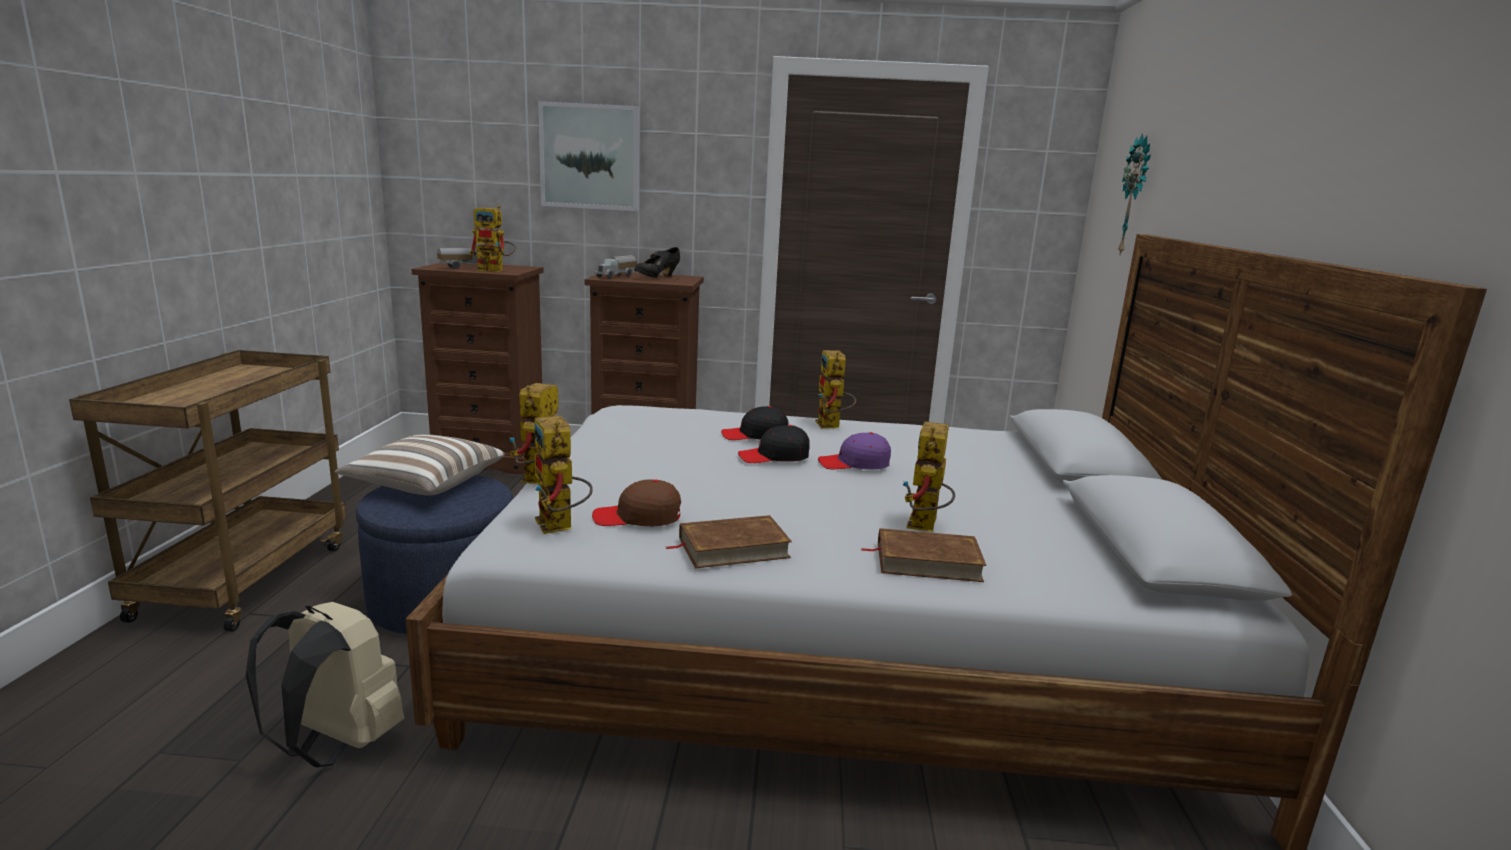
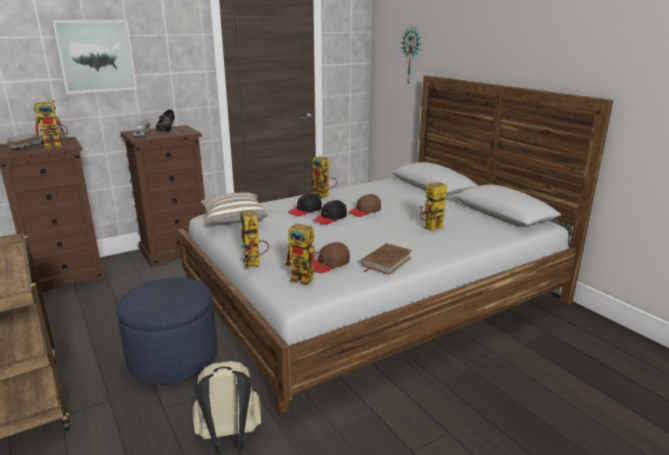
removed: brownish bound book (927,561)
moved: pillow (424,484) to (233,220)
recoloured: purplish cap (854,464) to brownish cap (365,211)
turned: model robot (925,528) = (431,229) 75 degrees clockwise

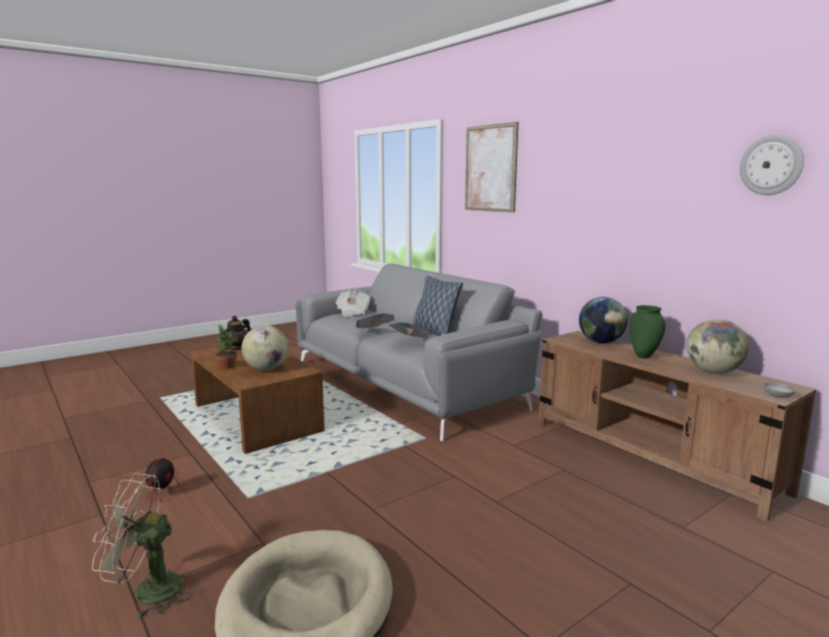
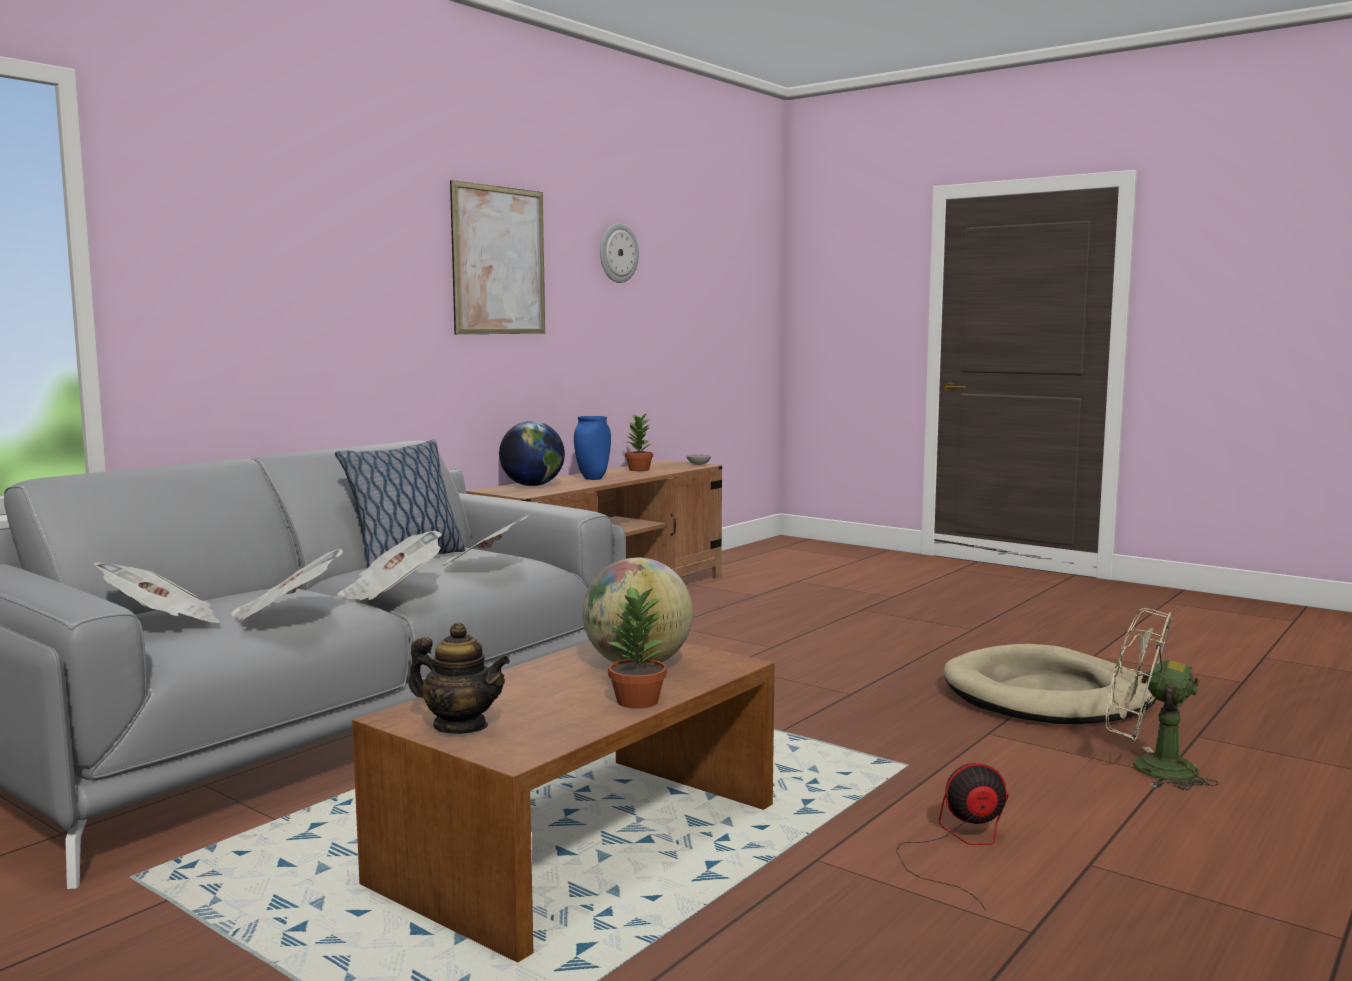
added: daily paper (286,614)
moved: wall art (490,168) to (499,260)
replaced: desk globe (713,372) to houseplant (639,470)
recoloured: greenish flower vase (643,356) to blue flower vase (593,479)
turned: beige-coloured cooling fan (147,591) = (1149,768) 135 degrees clockwise

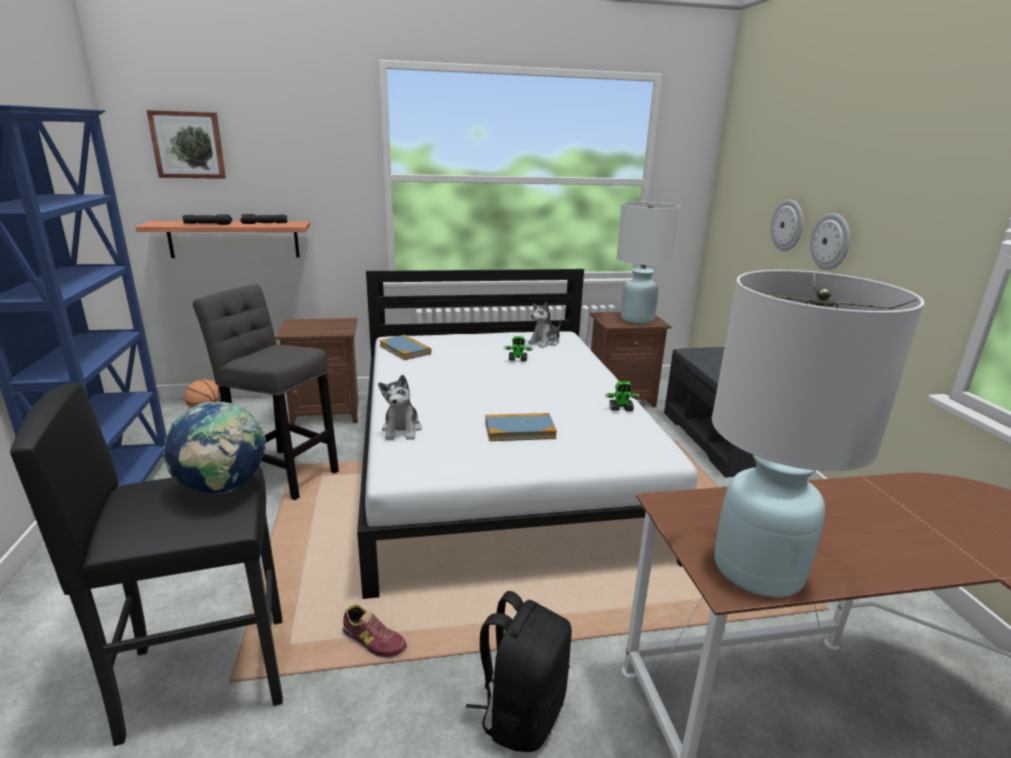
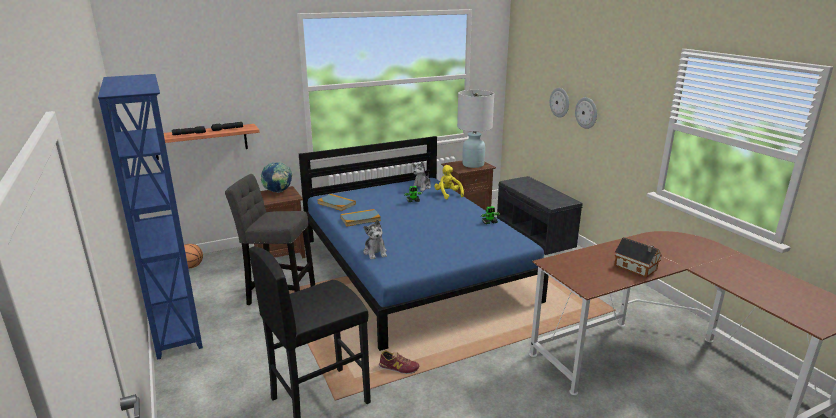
removed: wall art (188,145); black knapsack (521,712); white tabletop lamp (758,569)
added: yellow-coloured plush toy (448,194); toy house (636,268)
moved: desk globe (223,489) to (278,192); bound book (520,430) to (360,219)
recoloured: white sleeping bed (499,464) to blue sleeping bed (413,268)

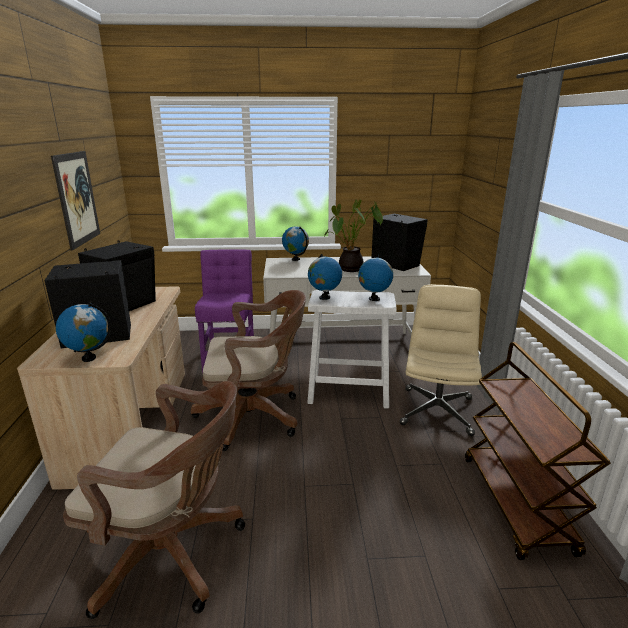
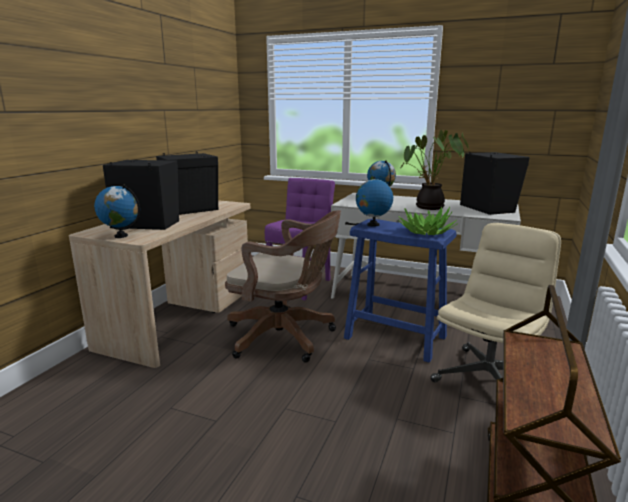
removed: wall art (77,199); brownish office chair (173,553)
replaced: desk globe (374,299) to houseplant (426,232)
recoloured: white stool seat (348,391) to blue stool seat (394,337)

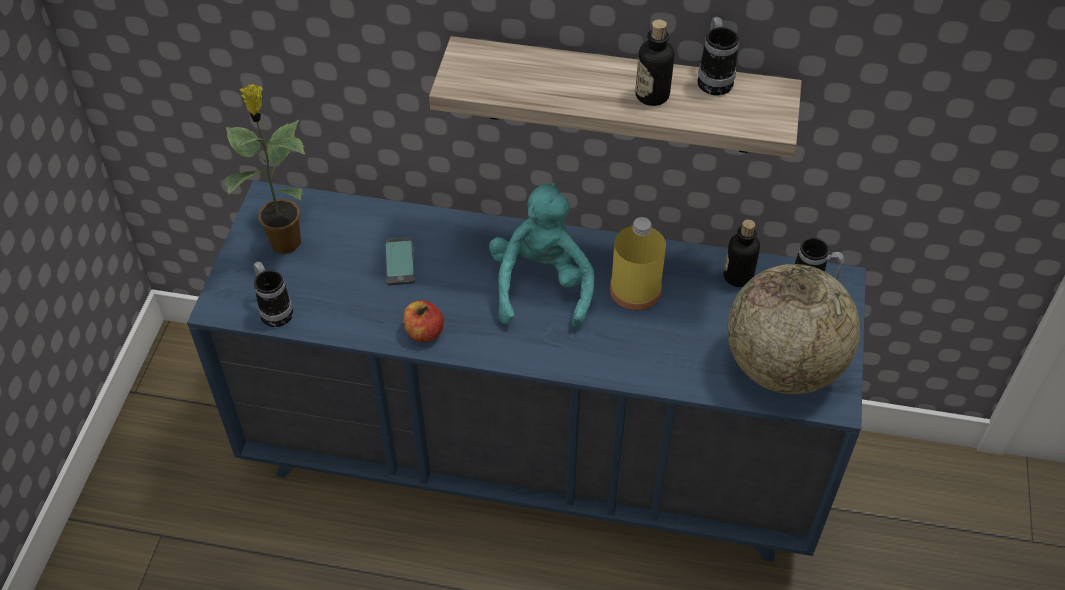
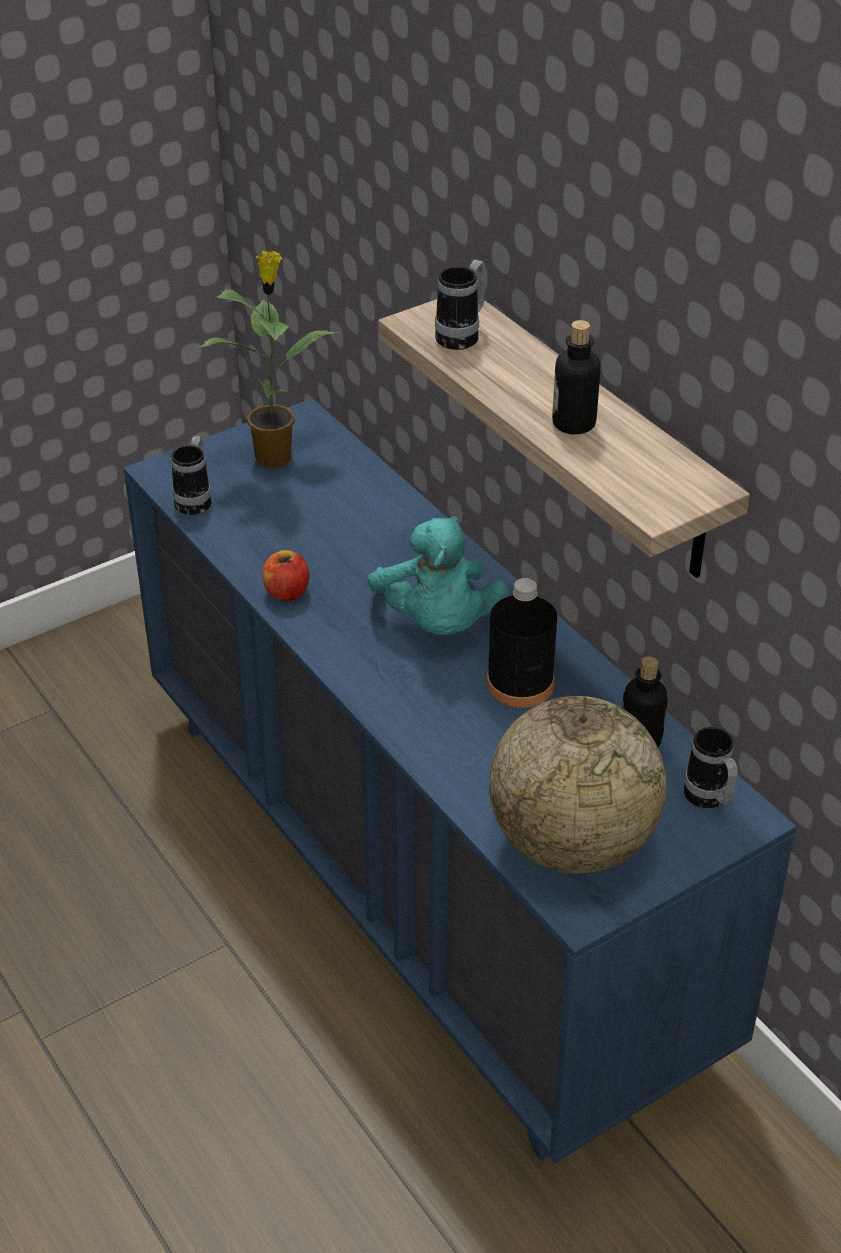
removed: phone (400,262)
moved: coffee mug (714,79) to (462,335)
recoloured: yellow-coloured bottle (635,290) to black bottle (520,684)
turned: blue-green plush toy (541,285) = (438,624) 120 degrees clockwise

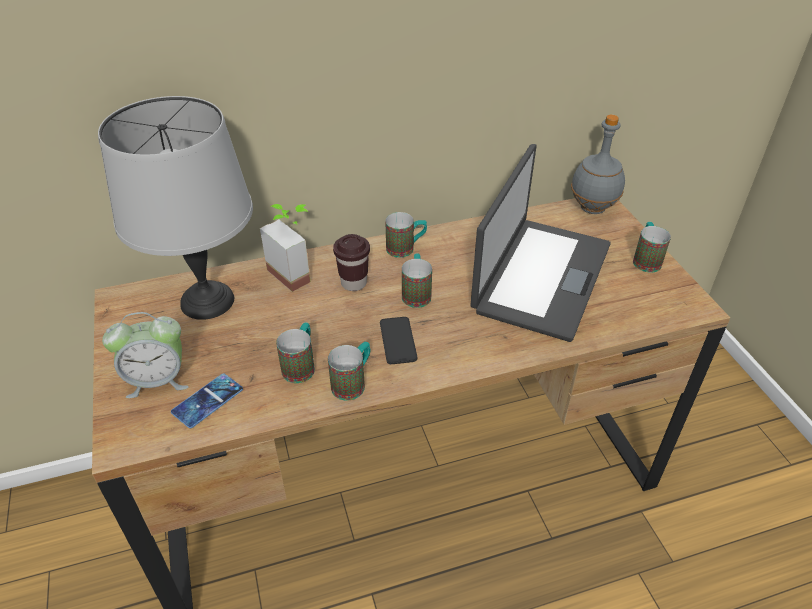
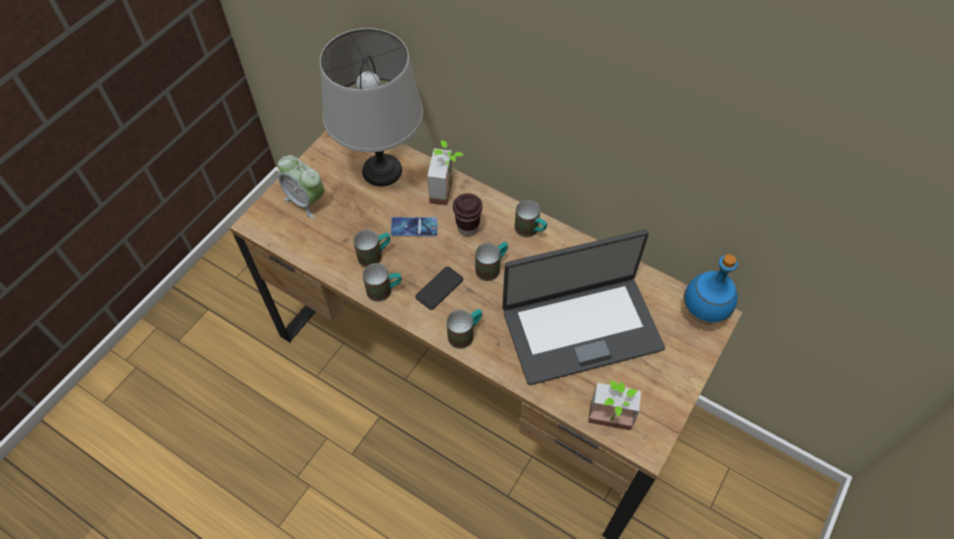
added: houseplant (609,425)
moved: phone (207,401) to (414,227); coffee mug (645,259) to (465,334)
recoloured: gray bottle (593,208) to blue bottle (703,313)

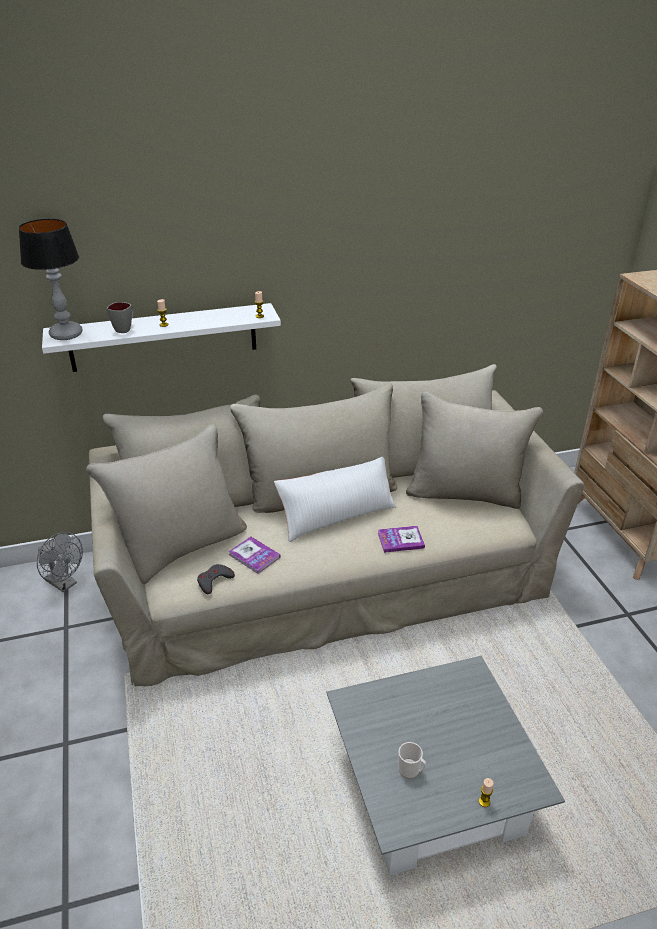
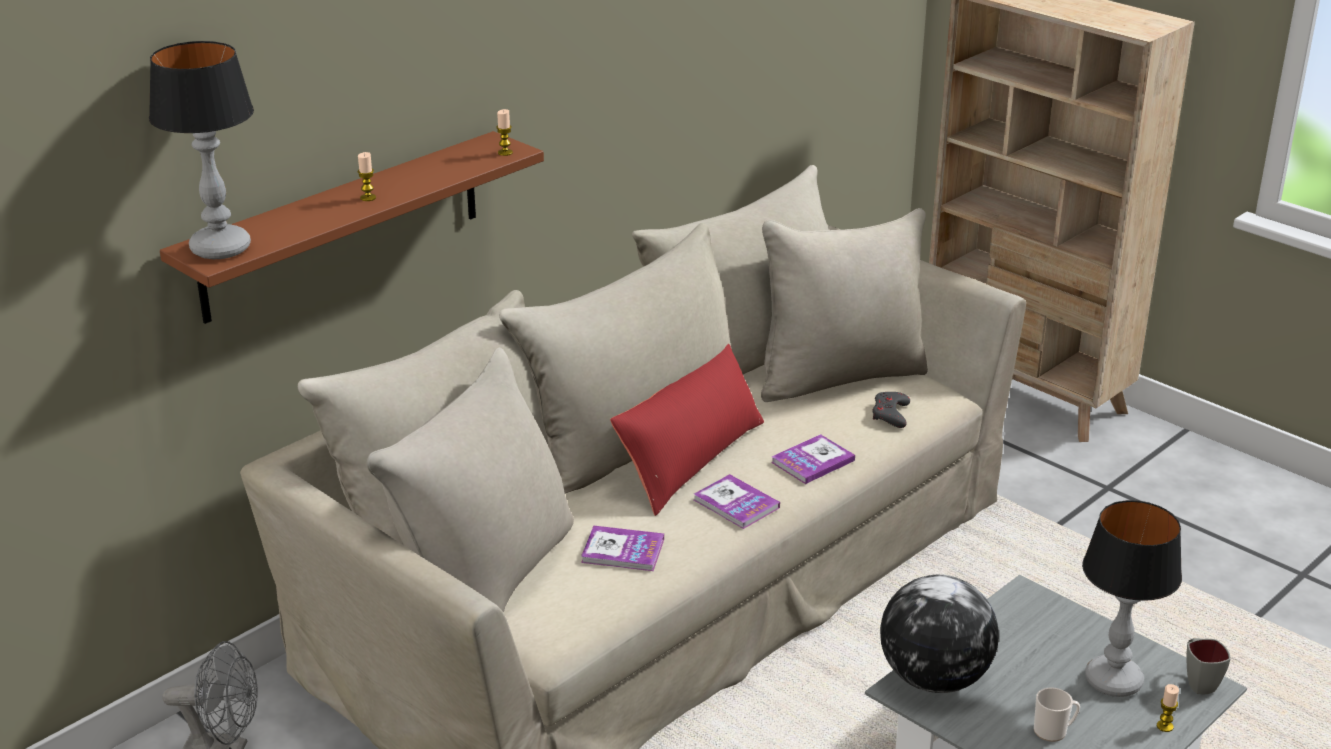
added: bound book (736,504); desk globe (933,679); tabletop lamp (1112,682)
moved: gray coffee mug (125,328) to (1198,682); gray gamepad (214,581) to (890,414)
recoloured: white wall shelf (164,337) to brownish wall shelf (342,226); white pillow (337,516) to red pillow (690,460)

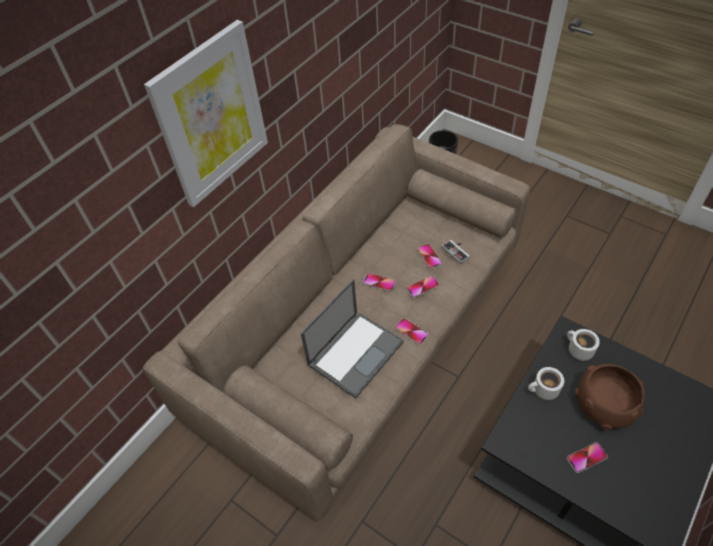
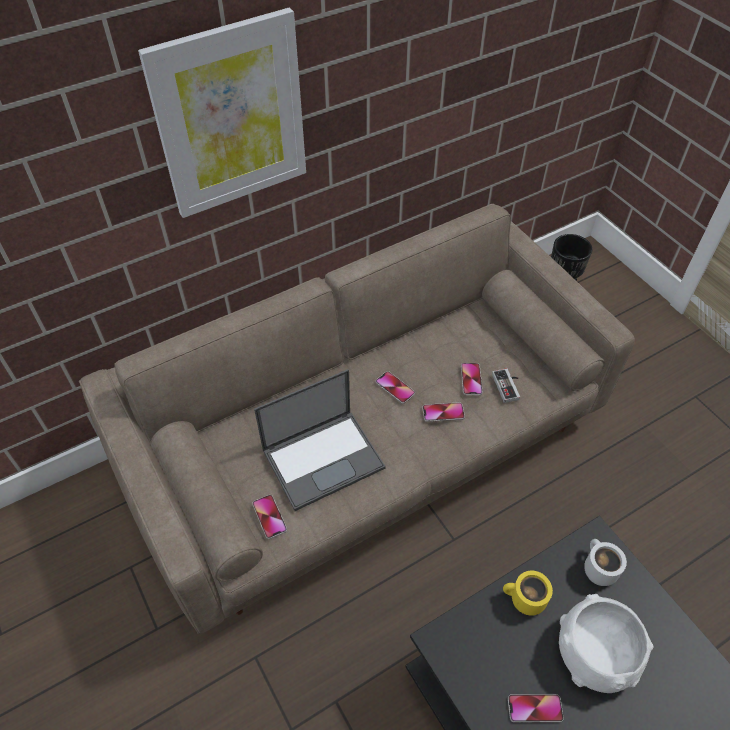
moved: phone (411,332) to (269,517)
recoloured: white coffee mug (543,391) to yellow-coloured coffee mug (524,601); brownish serving bowl (604,404) to white serving bowl (595,651)

